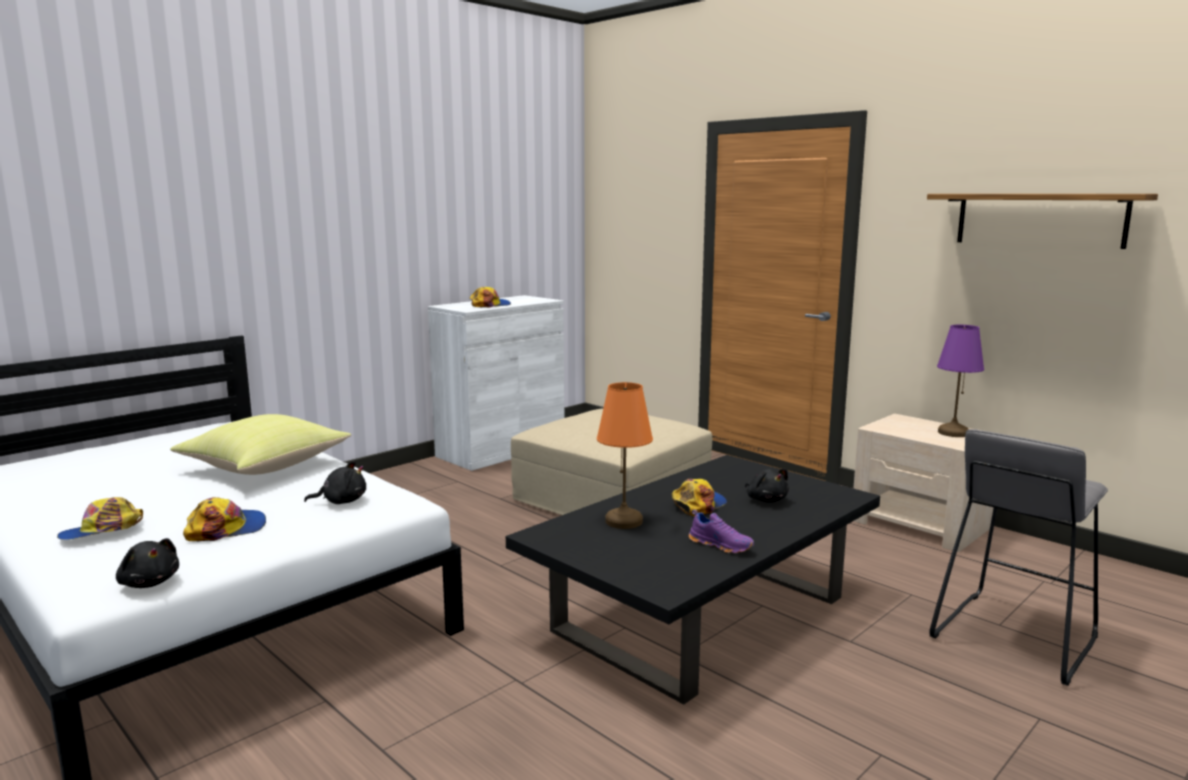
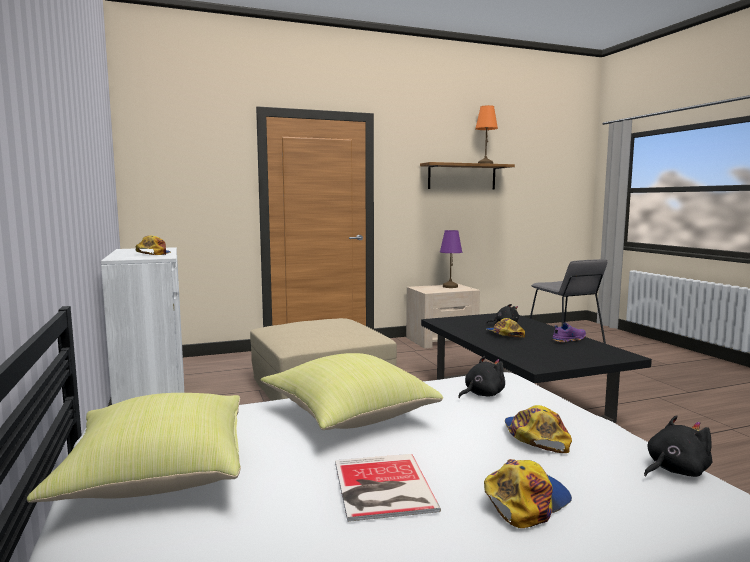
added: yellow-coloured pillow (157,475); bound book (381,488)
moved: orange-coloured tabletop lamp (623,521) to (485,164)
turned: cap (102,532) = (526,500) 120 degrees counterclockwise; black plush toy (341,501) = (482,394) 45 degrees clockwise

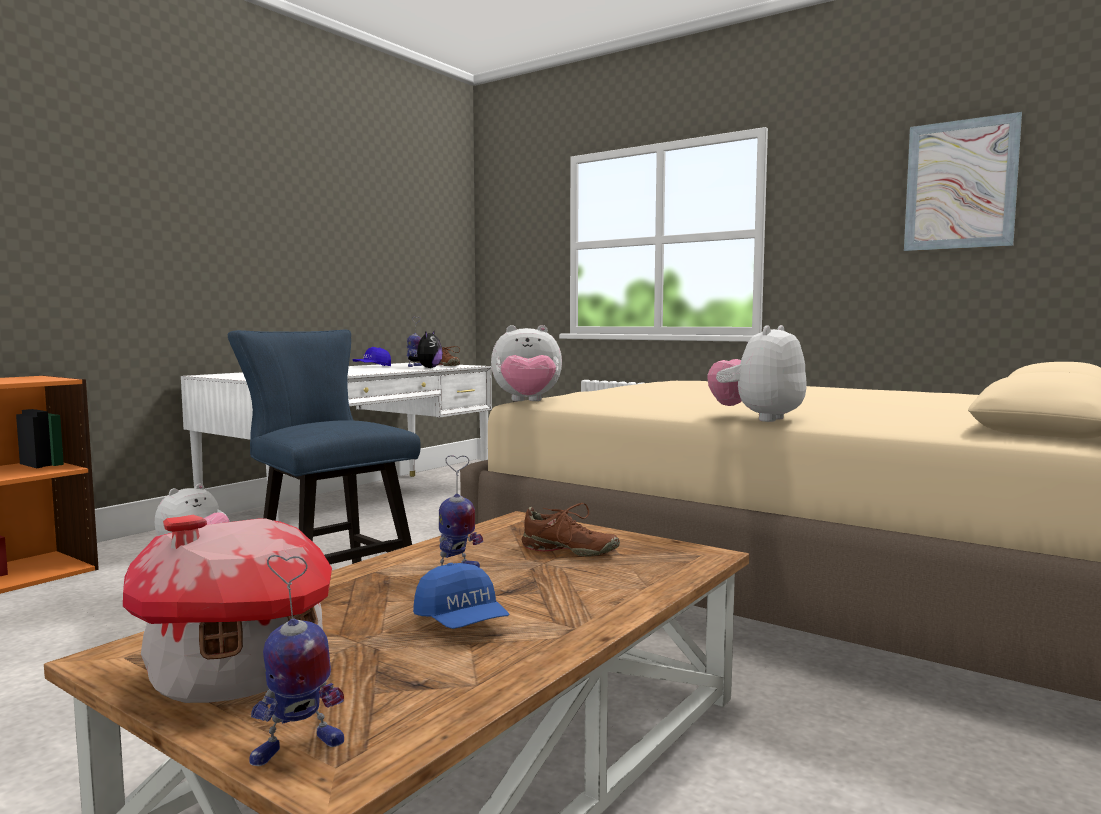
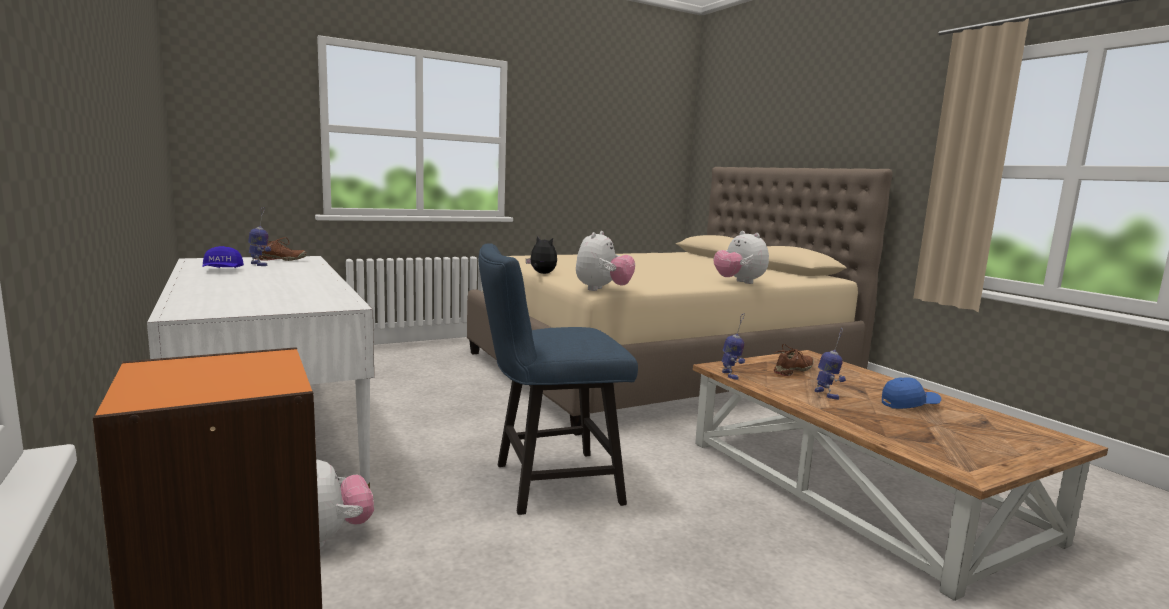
removed: toy house (239,673); wall art (960,185)
moved: model robot (296,749) to (731,375); plush toy (428,368) to (541,274)

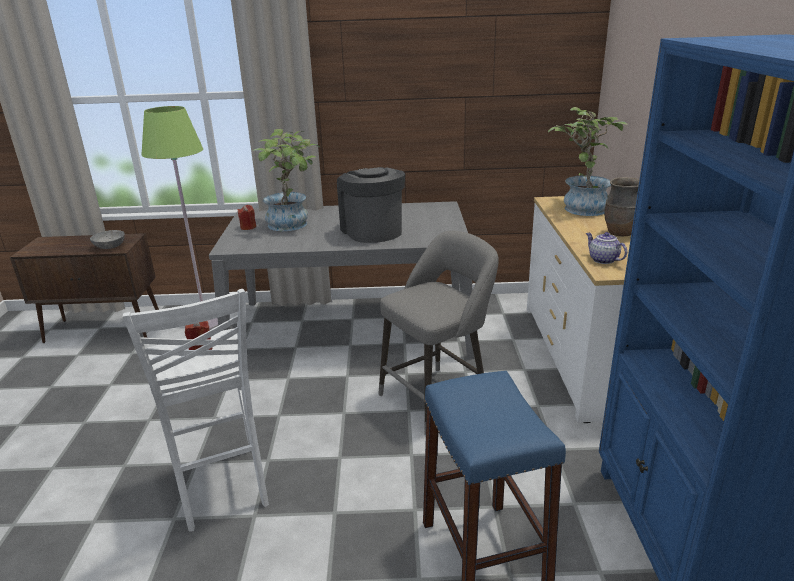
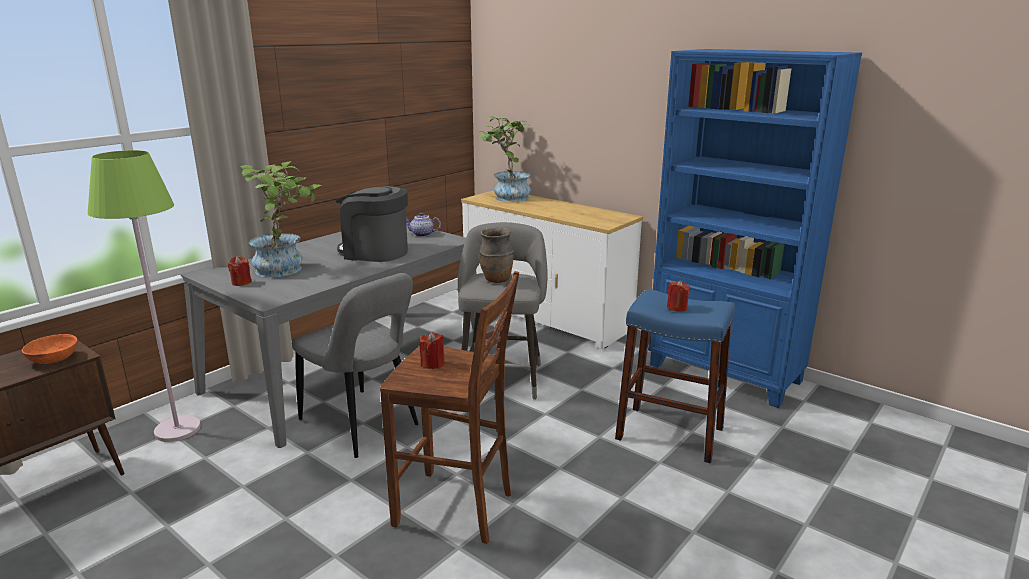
added: gray plain chair (362,425); red candle (677,308)
moved: teapot (602,260) to (422,234); brownish flower vase (620,233) to (496,280)
recoloured: gray serving bowl (110,246) to orange-coloured serving bowl (53,359); white stool seat (221,488) to brownish stool seat (457,509)

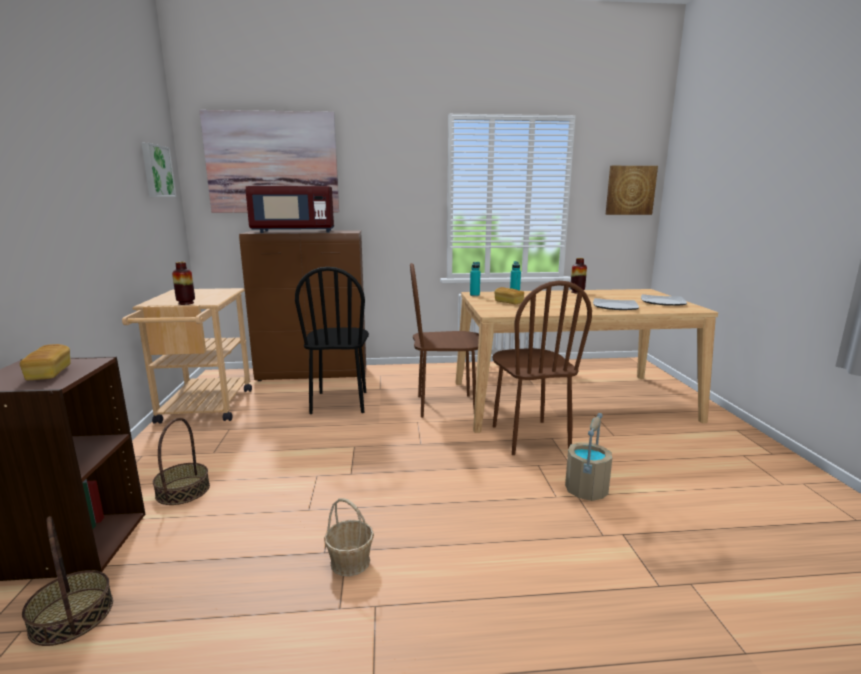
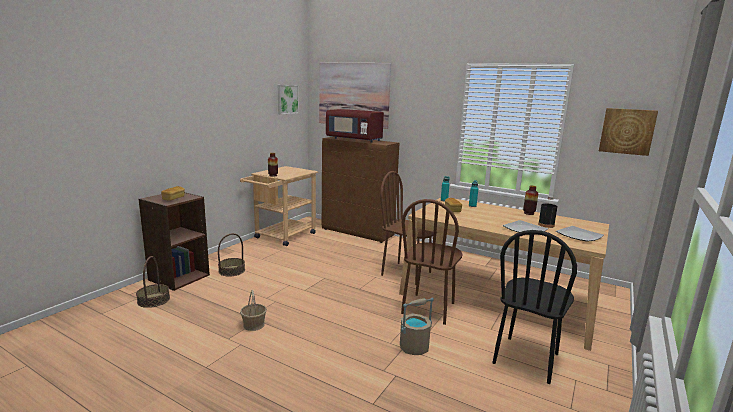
added: black bottle (546,225)
moved: black plain chair (340,402) to (526,359)

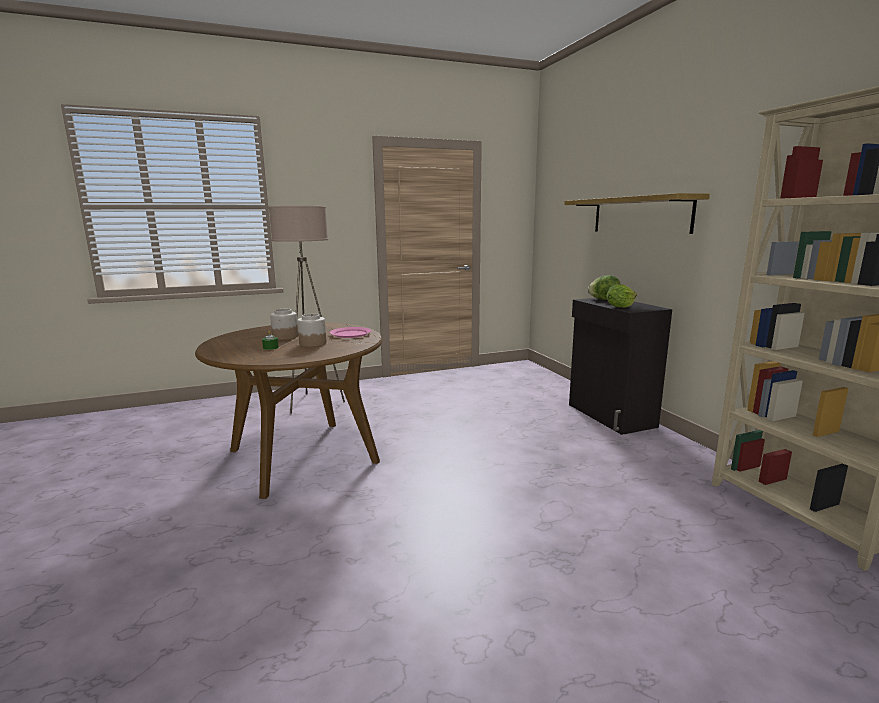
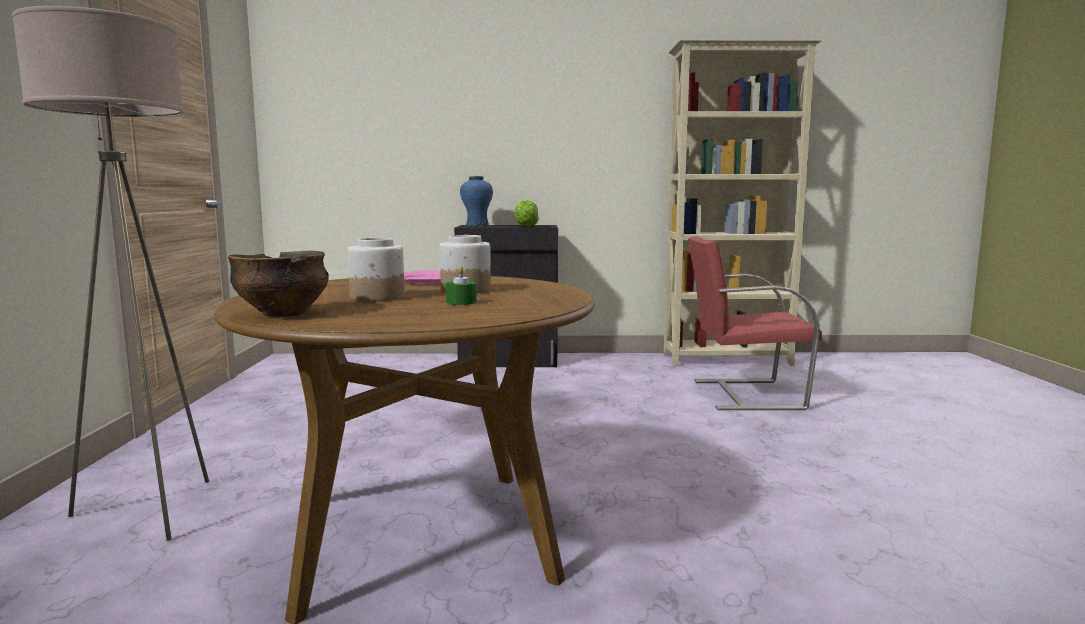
removed: wall shelf (640,215)
added: serving bowl (283,313); red plain chair (744,394)
replaced: head of lettuce (604,299) to blue flower vase (477,225)

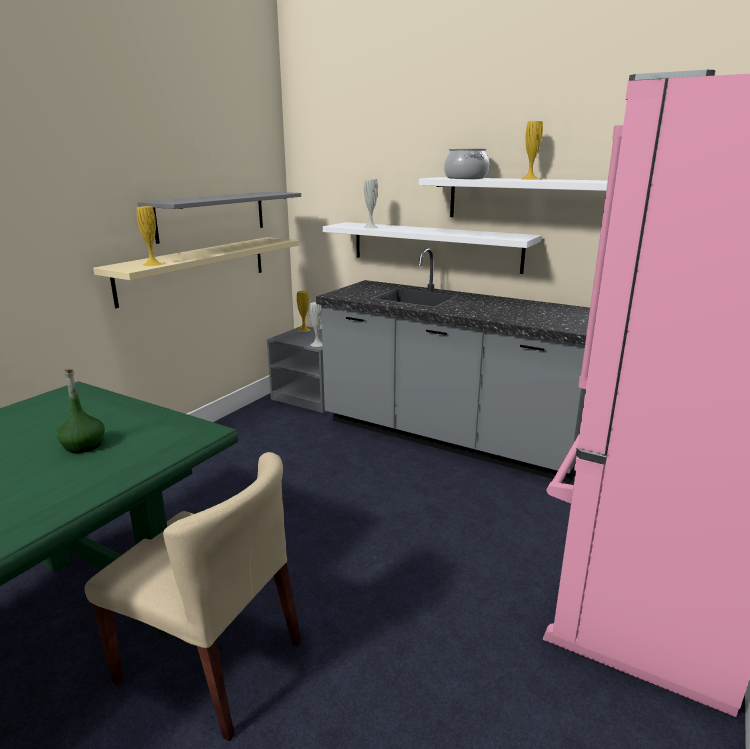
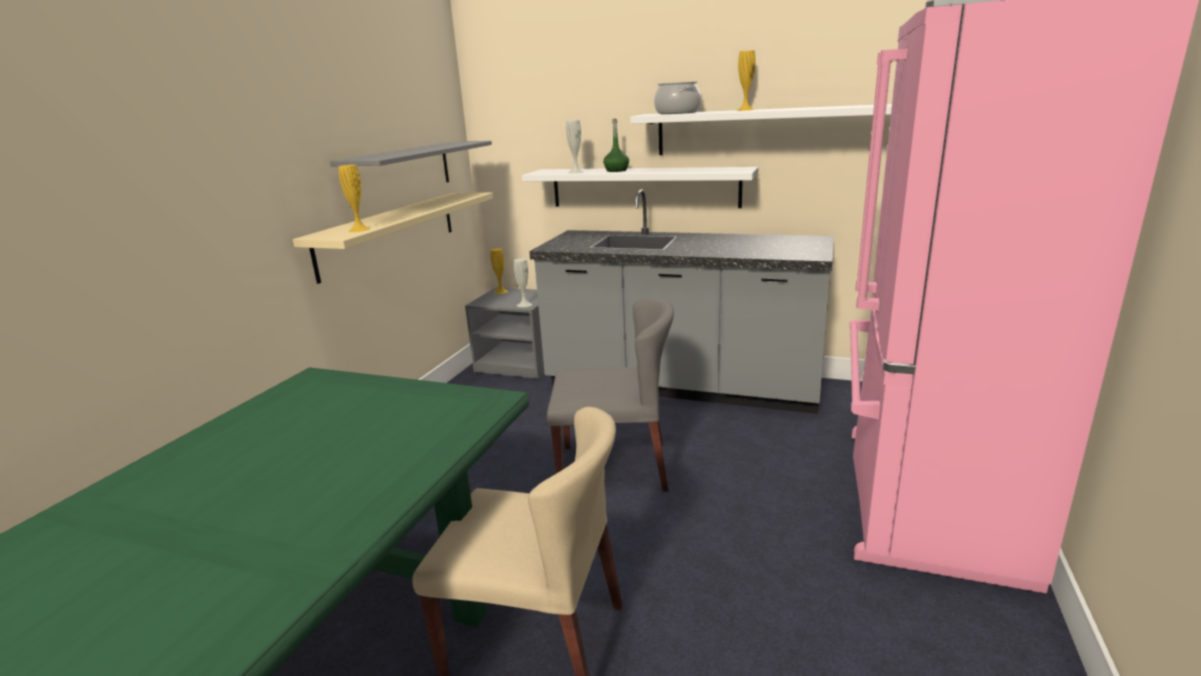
added: gray plain chair (614,467)
moved: greenish bottle (83,445) to (616,170)

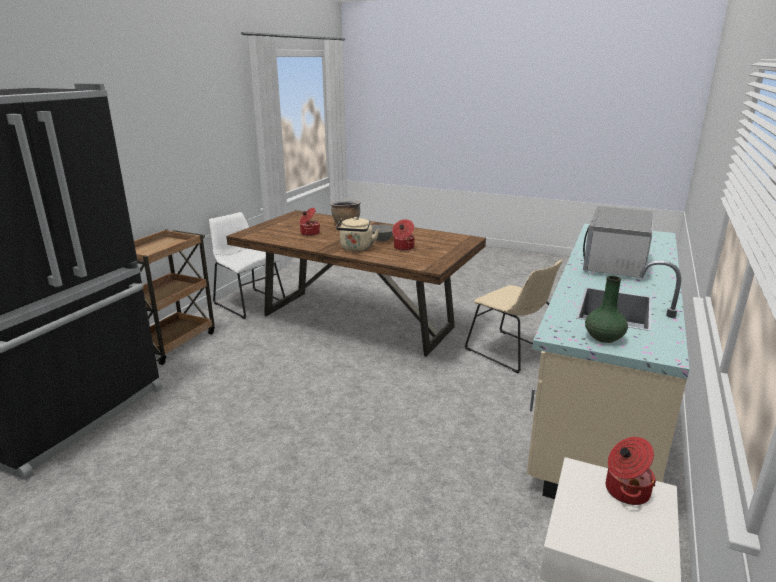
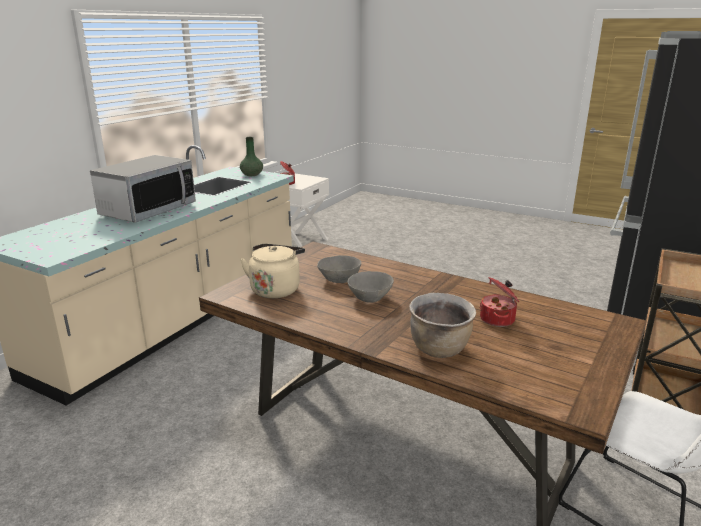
removed: beige-coloured plain chair (512,352)
moved: beige-coloured tea kettle (356,249) to (276,289)
replaced: cooking pot (403,248) to gray serving bowl (340,279)

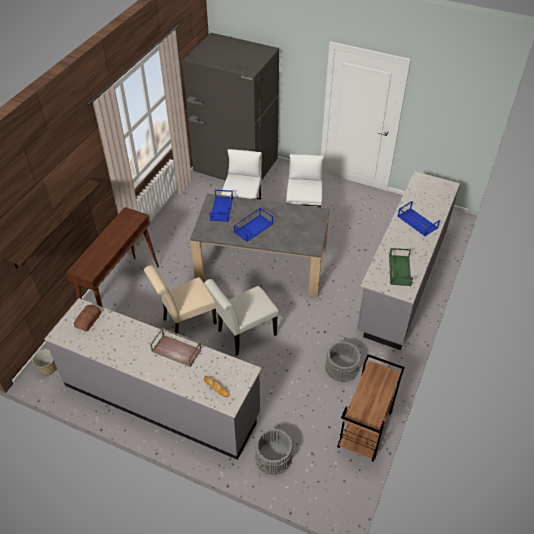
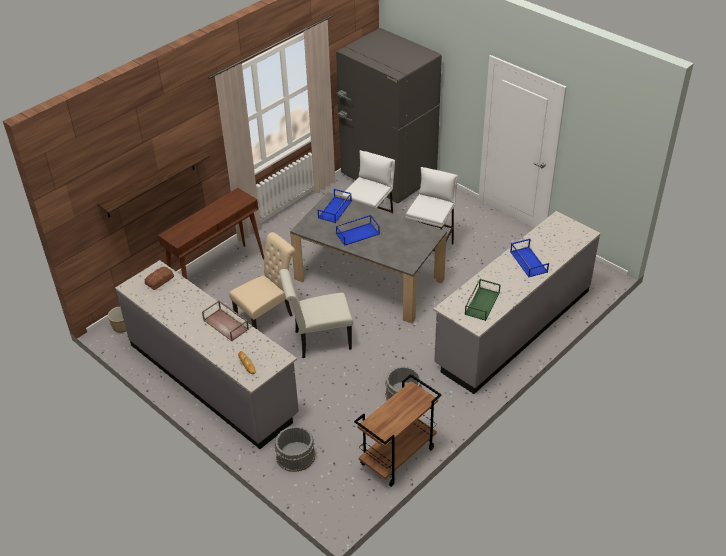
turned: beige-coloured plain chair (186,322) = (267,316) 150 degrees clockwise

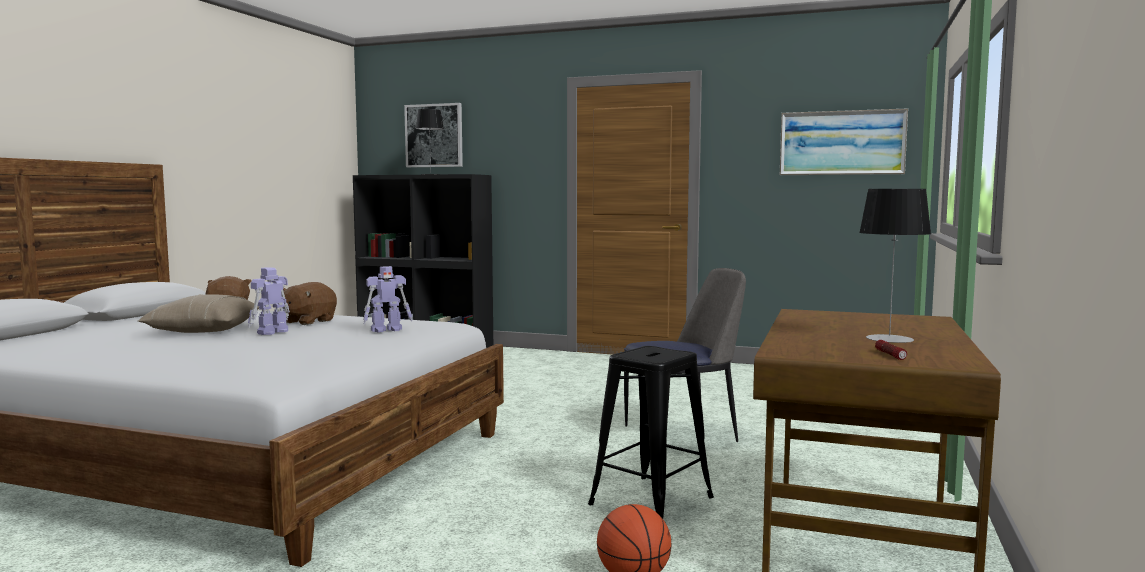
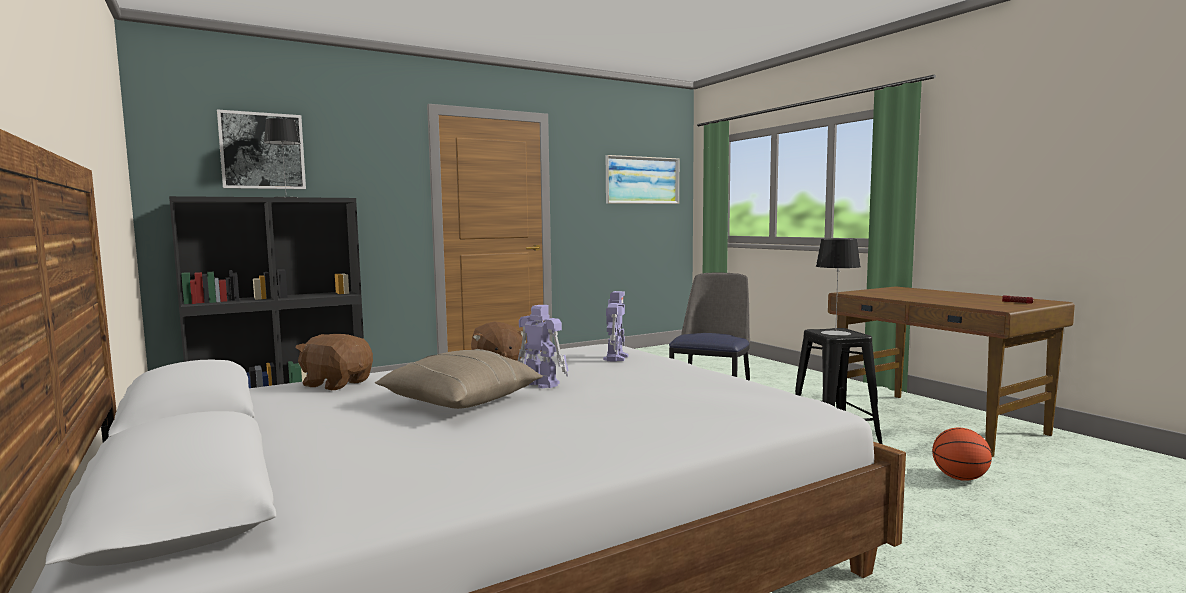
moved: tabletop lamp (889,339) to (835,333)
turned: model robot (271,332) = (541,383) 150 degrees clockwise

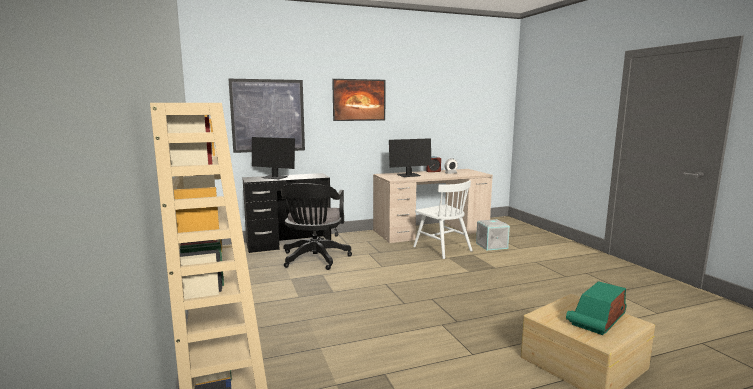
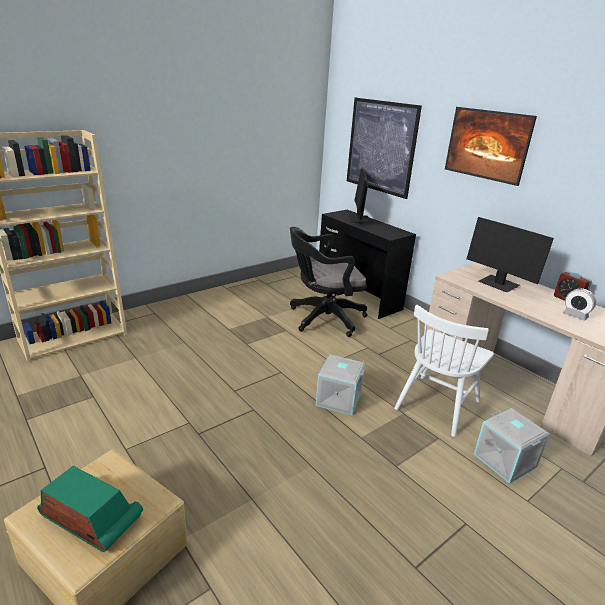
added: gray storage bin (338,400)

